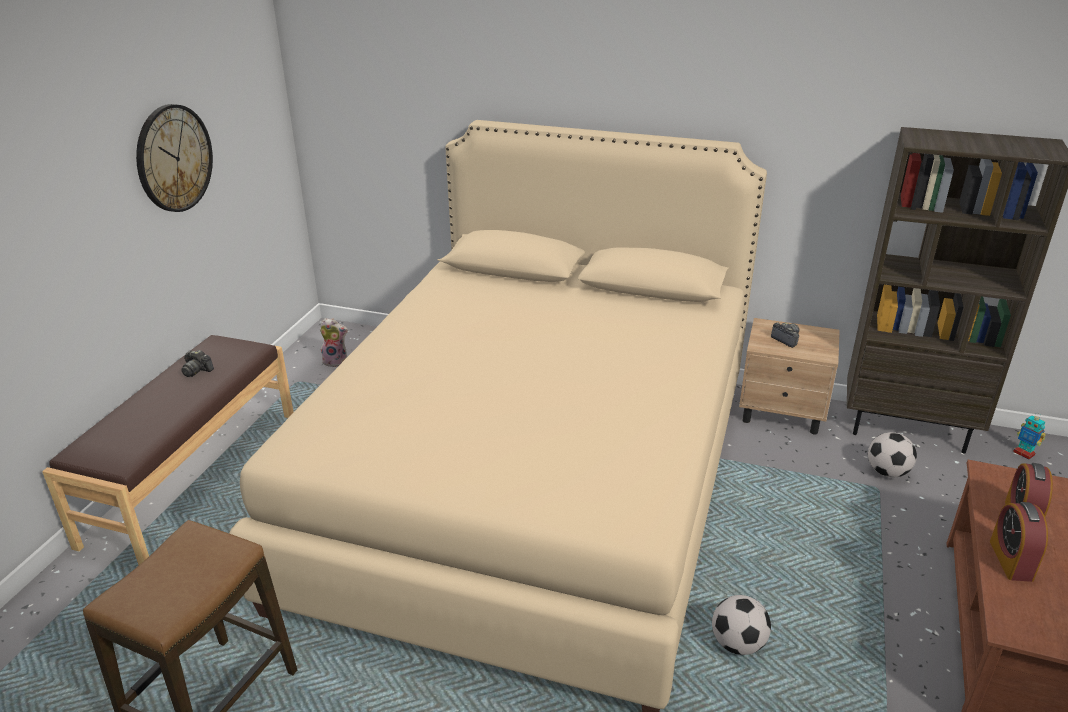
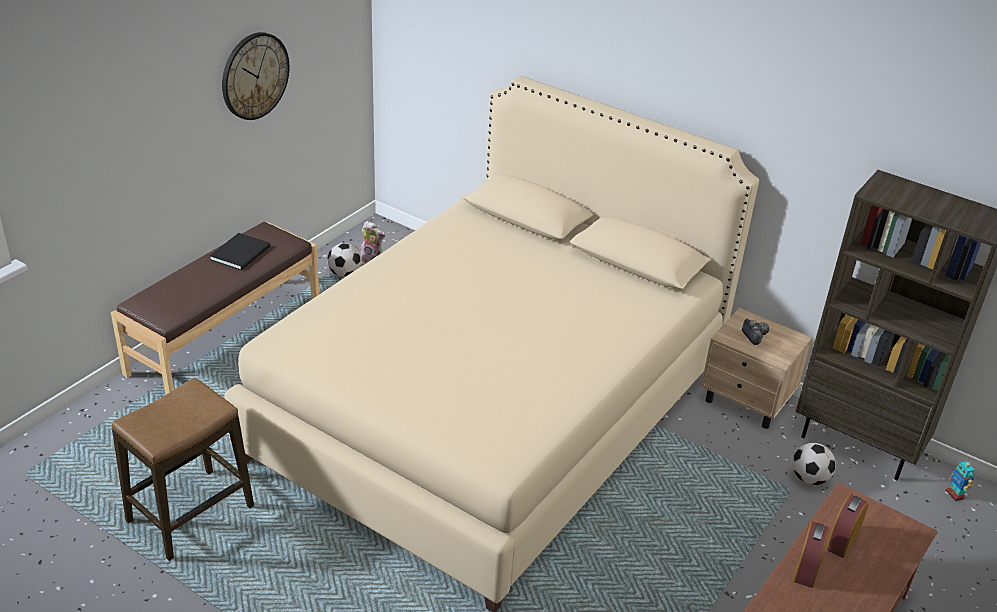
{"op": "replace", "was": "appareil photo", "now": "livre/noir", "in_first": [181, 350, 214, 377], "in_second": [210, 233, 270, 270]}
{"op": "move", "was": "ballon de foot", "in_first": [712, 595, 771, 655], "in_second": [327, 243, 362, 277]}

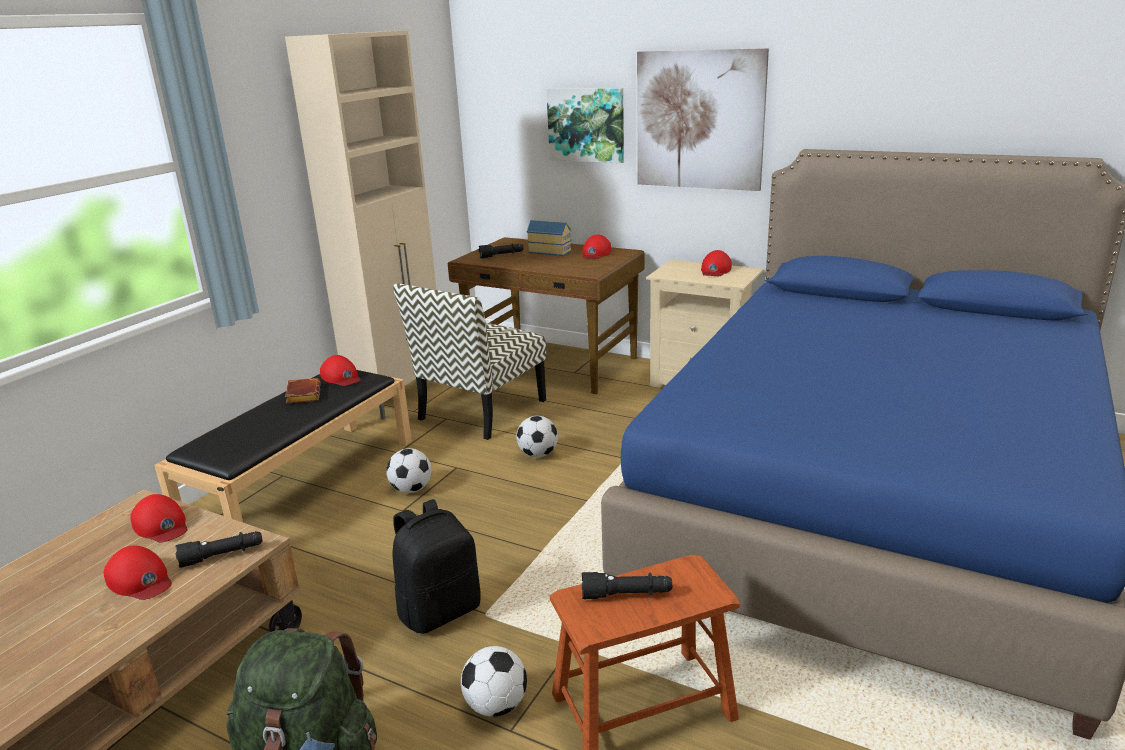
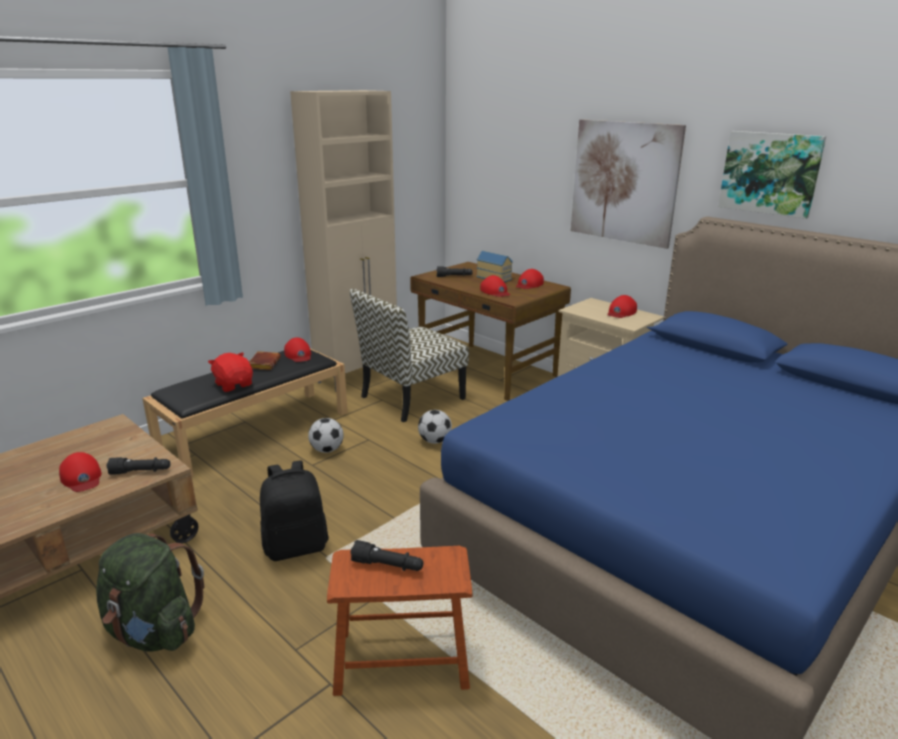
{"op": "insert", "now": "peluche/rouge", "in_second": [208, 352, 253, 392]}
{"op": "move", "was": "casquette/rouge", "in_first": [130, 494, 188, 542], "in_second": [480, 275, 510, 297]}
{"op": "move", "was": "tableau", "in_first": [546, 88, 624, 163], "in_second": [718, 131, 826, 219]}
{"op": "delete", "was": "ballon de foot", "in_first": [461, 646, 527, 717]}

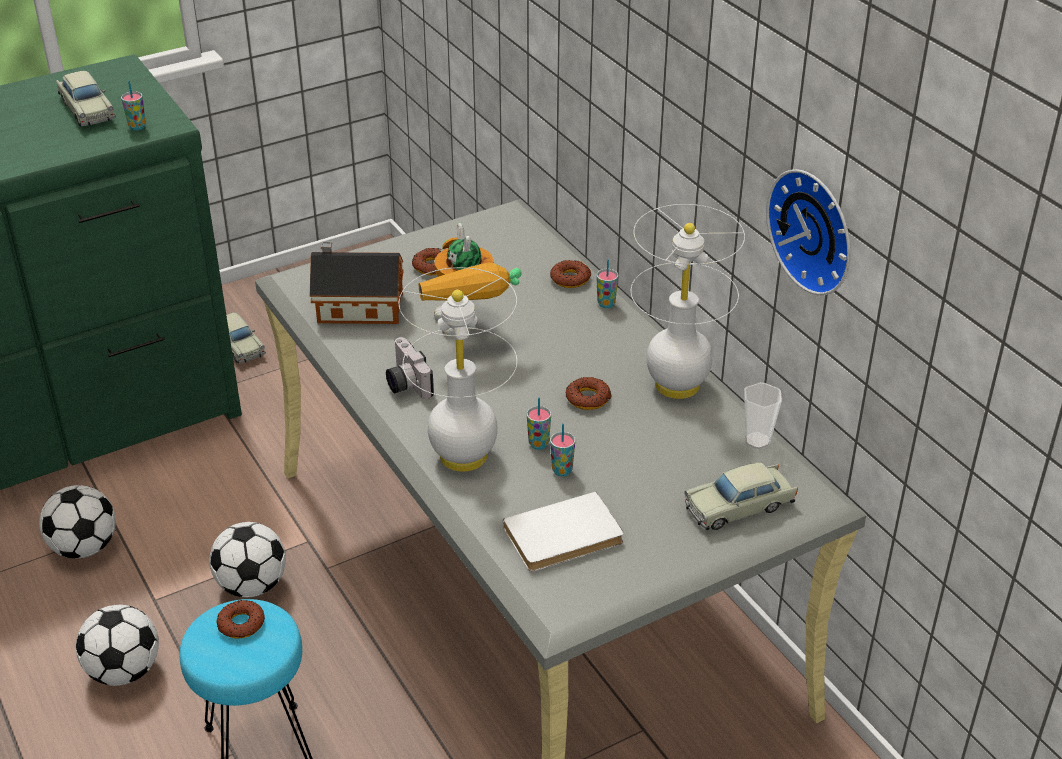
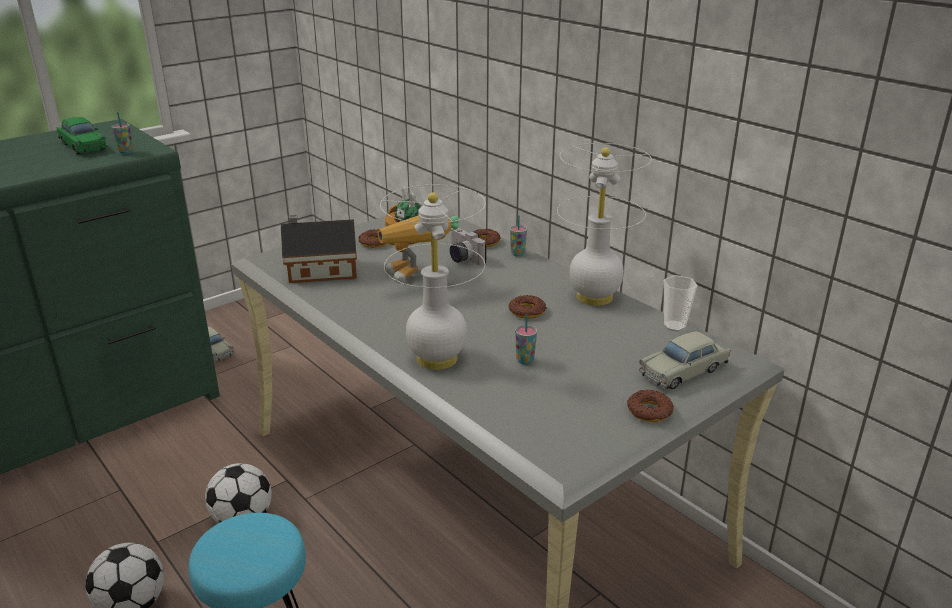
{"op": "recolor", "was": "petite voiture/beige", "now": "petite voiture/vert", "in_first": [56, 71, 116, 126], "in_second": [57, 117, 108, 155]}
{"op": "move", "was": "appareil photo", "in_first": [386, 337, 434, 399], "in_second": [450, 228, 486, 265]}
{"op": "move", "was": "beignet", "in_first": [216, 600, 265, 638], "in_second": [627, 390, 674, 422]}
{"op": "delete", "was": "ballon de foot", "in_first": [39, 485, 116, 559]}
{"op": "delete", "was": "livre/blanc", "in_first": [503, 492, 623, 571]}
{"op": "delete", "was": "tasse", "in_first": [527, 397, 551, 450]}
{"op": "delete", "was": "horloge murale", "in_first": [766, 169, 851, 295]}

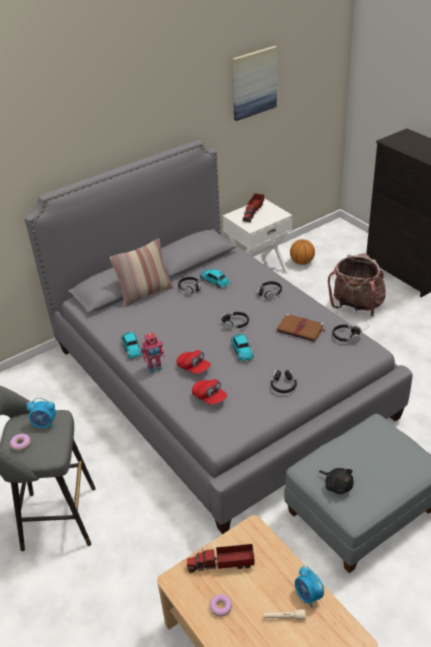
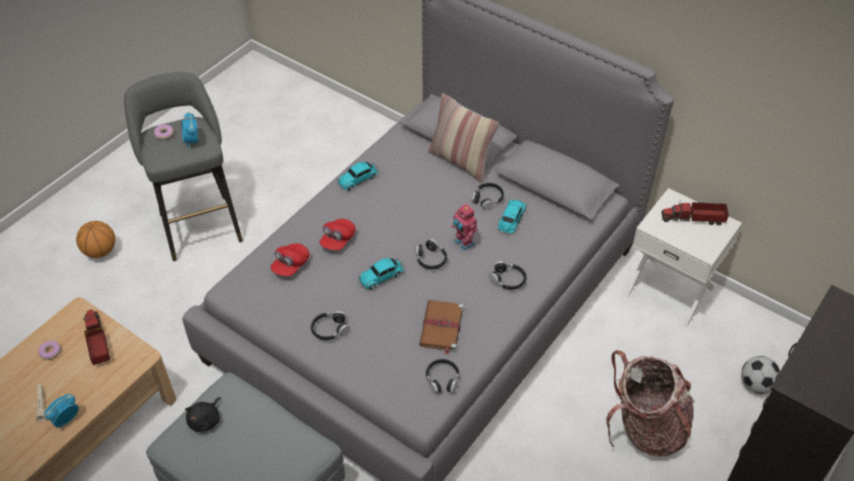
{"op": "move", "was": "ballon de basket", "in_first": [290, 239, 315, 265], "in_second": [76, 221, 115, 258]}
{"op": "move", "was": "robot jouet", "in_first": [141, 332, 165, 373], "in_second": [451, 204, 478, 251]}
{"op": "insert", "now": "ballon de foot", "in_second": [741, 356, 780, 394]}
{"op": "delete", "was": "tableau", "in_first": [232, 46, 277, 121]}

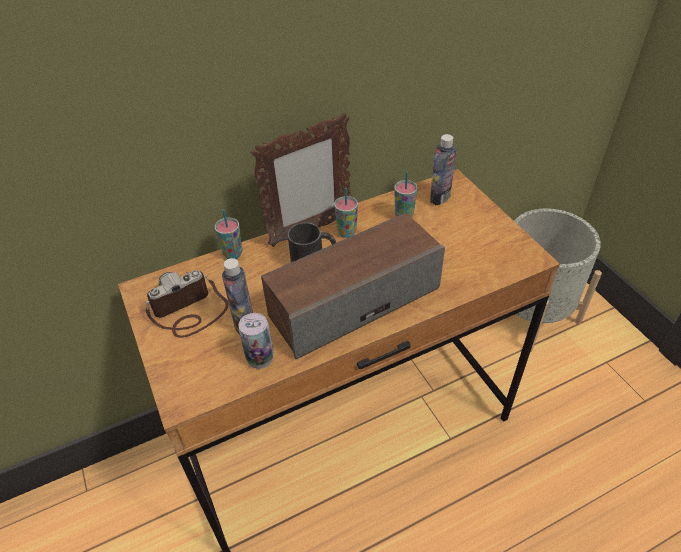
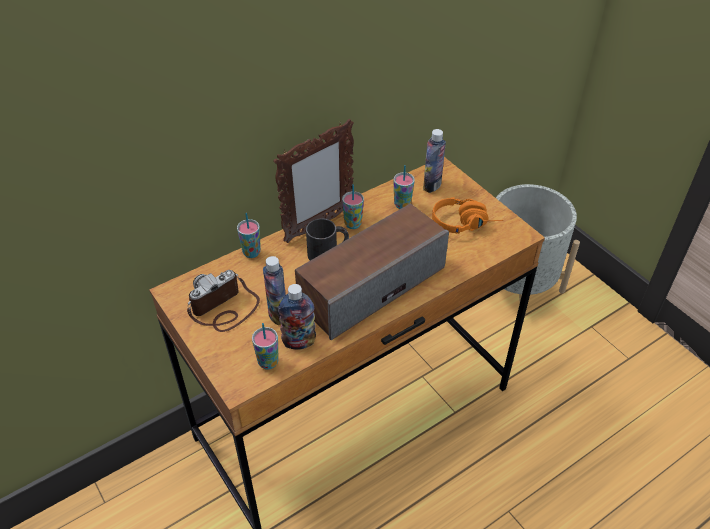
{"op": "insert", "now": "tasse", "in_second": [252, 323, 279, 370]}
{"op": "replace", "was": "boîte métallique", "now": "bouteille", "in_first": [239, 313, 274, 369], "in_second": [278, 284, 316, 350]}
{"op": "insert", "now": "casque audio/orange", "in_second": [432, 197, 503, 234]}

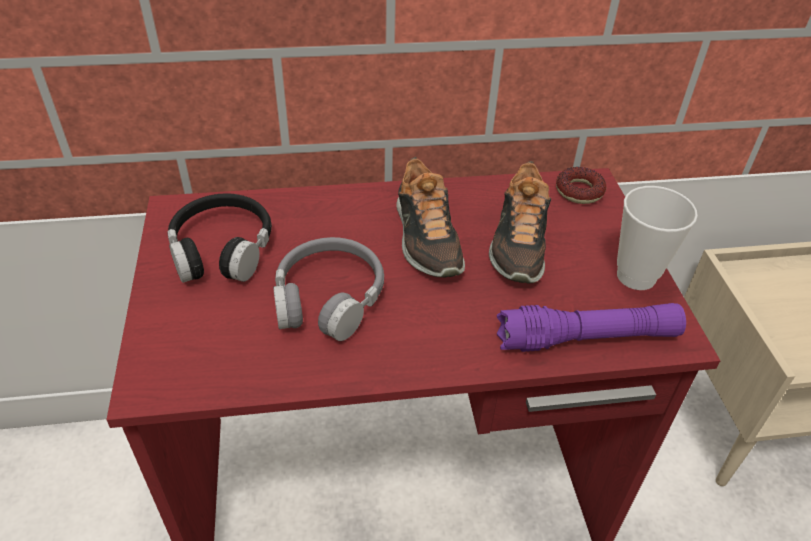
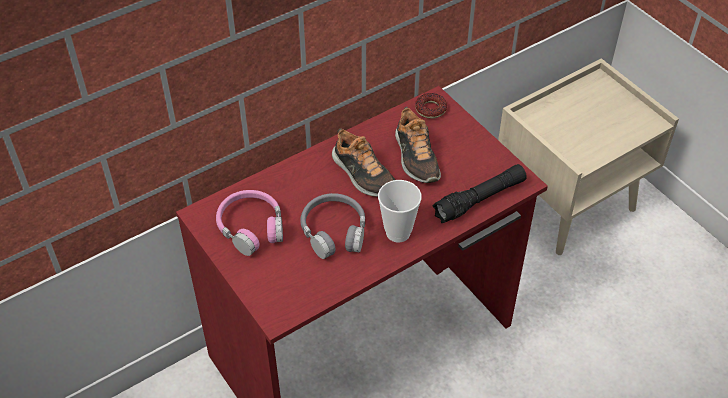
{"op": "recolor", "was": "casque audio/noir", "now": "casque audio/rose", "in_first": [167, 193, 272, 283], "in_second": [216, 190, 283, 256]}
{"op": "move", "was": "tasse", "in_first": [617, 186, 698, 290], "in_second": [378, 180, 422, 242]}
{"op": "recolor", "was": "lampe de poche/violet", "now": "lampe de poche/noir", "in_first": [497, 303, 686, 352], "in_second": [432, 164, 527, 223]}

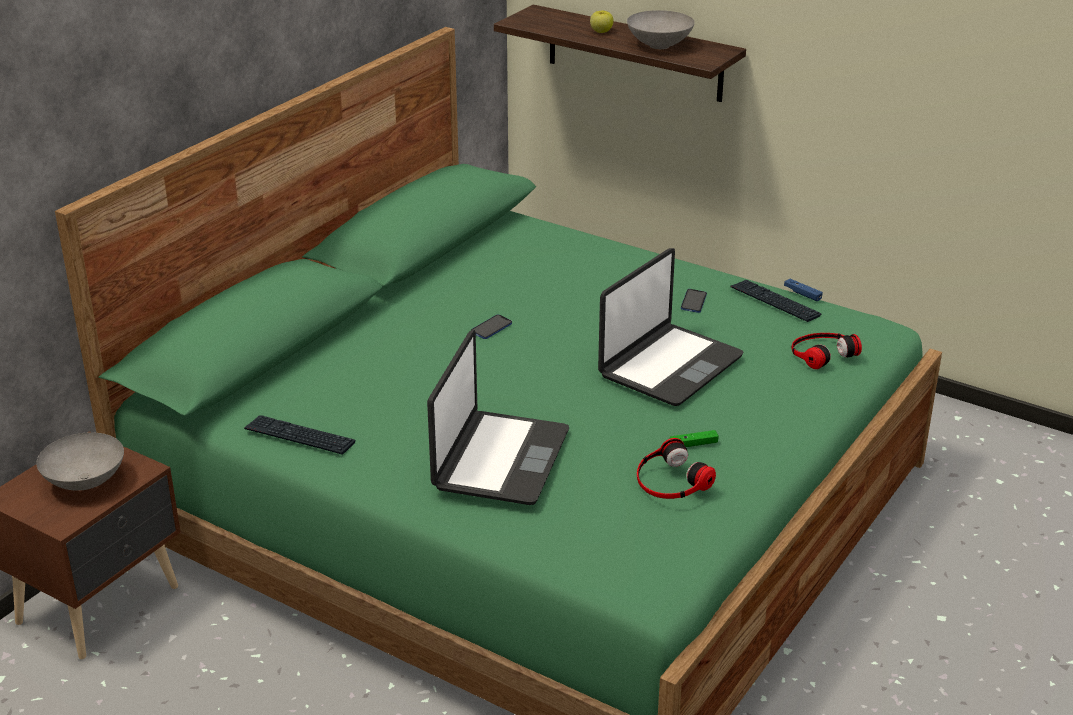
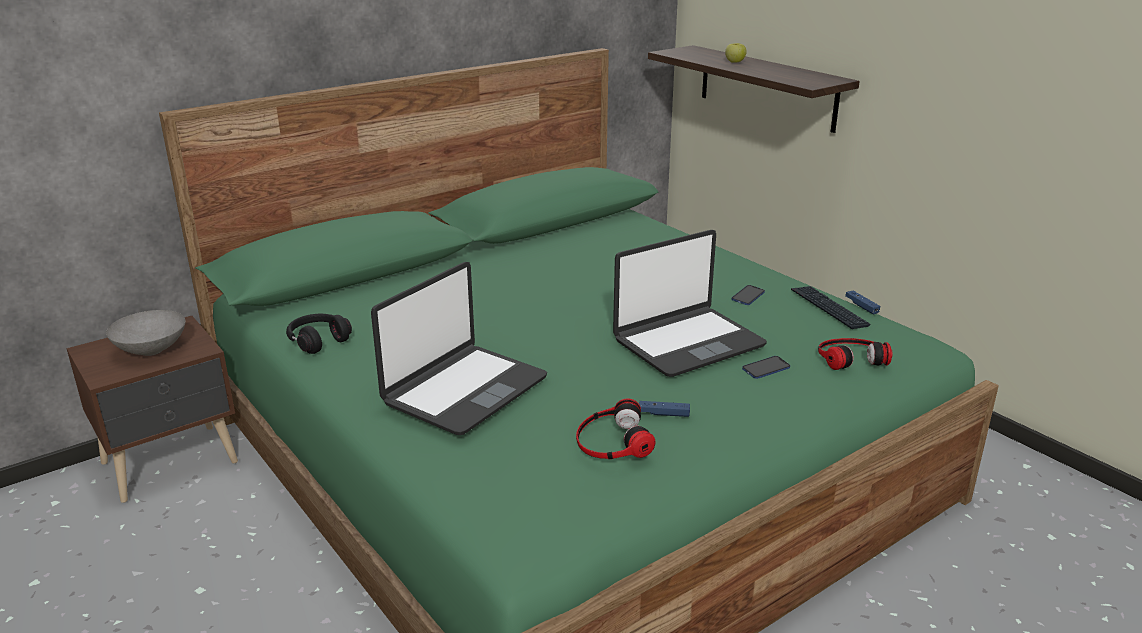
{"op": "replace", "was": "clavier", "now": "casque audio/noir", "in_first": [244, 415, 355, 455], "in_second": [286, 314, 352, 354]}
{"op": "recolor", "was": "manette/vert", "now": "manette/bleu", "in_first": [670, 430, 719, 447], "in_second": [639, 401, 690, 417]}
{"op": "move", "was": "téléphone", "in_first": [471, 315, 512, 339], "in_second": [742, 356, 790, 379]}
{"op": "delete", "was": "bol/gris", "in_first": [627, 10, 695, 49]}

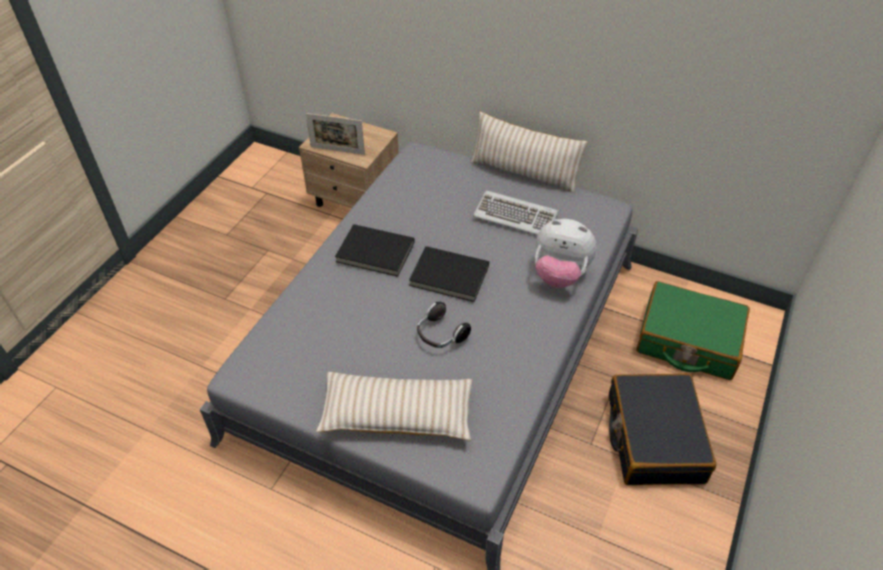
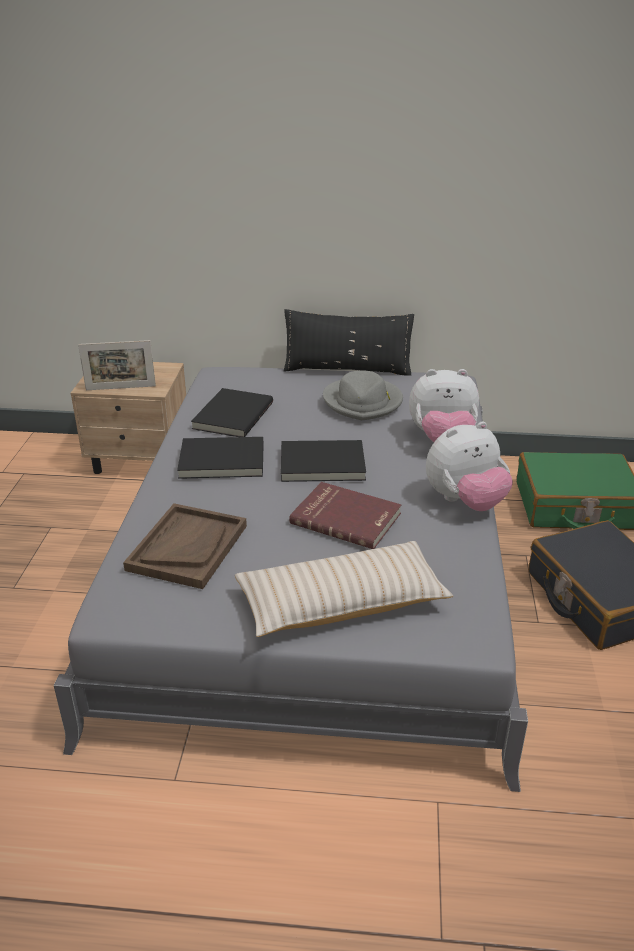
{"op": "insert", "now": "plateau/marron", "in_second": [123, 503, 247, 589]}
{"op": "insert", "now": "livre/noir", "in_second": [191, 388, 273, 437]}
{"op": "recolor", "was": "coussin/beige", "now": "coussin/noir", "in_first": [470, 112, 588, 193], "in_second": [284, 309, 414, 376]}
{"op": "replace", "was": "casque audio", "now": "livre/rouge", "in_first": [417, 302, 471, 348], "in_second": [289, 482, 401, 549]}
{"op": "replace", "was": "clavier", "now": "chapeau/gris", "in_first": [473, 191, 558, 235], "in_second": [323, 370, 403, 420]}
{"op": "insert", "now": "peluche", "in_second": [426, 422, 513, 511]}

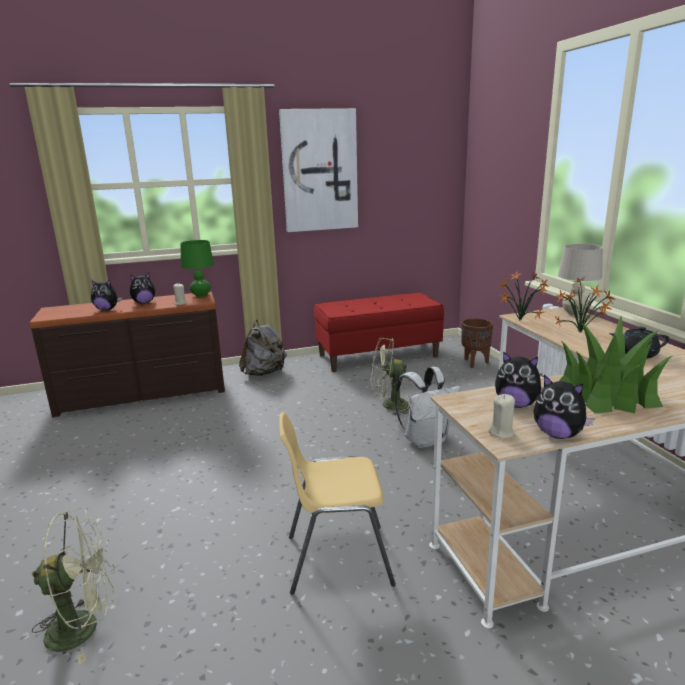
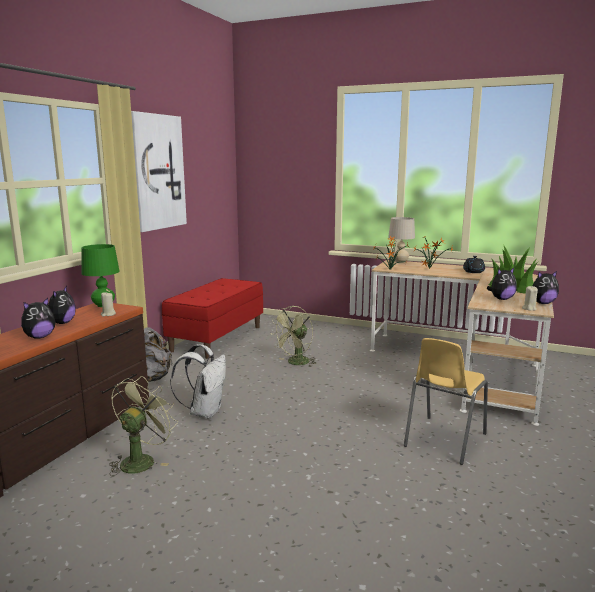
{"op": "move", "was": "ventilateur/vert", "in_first": [32, 507, 115, 664], "in_second": [109, 376, 178, 476]}
{"op": "move", "was": "sac à dos/blanc", "in_first": [395, 367, 461, 448], "in_second": [170, 344, 226, 418]}
{"op": "delete", "was": "cache-pot/marron", "in_first": [462, 318, 493, 368]}

